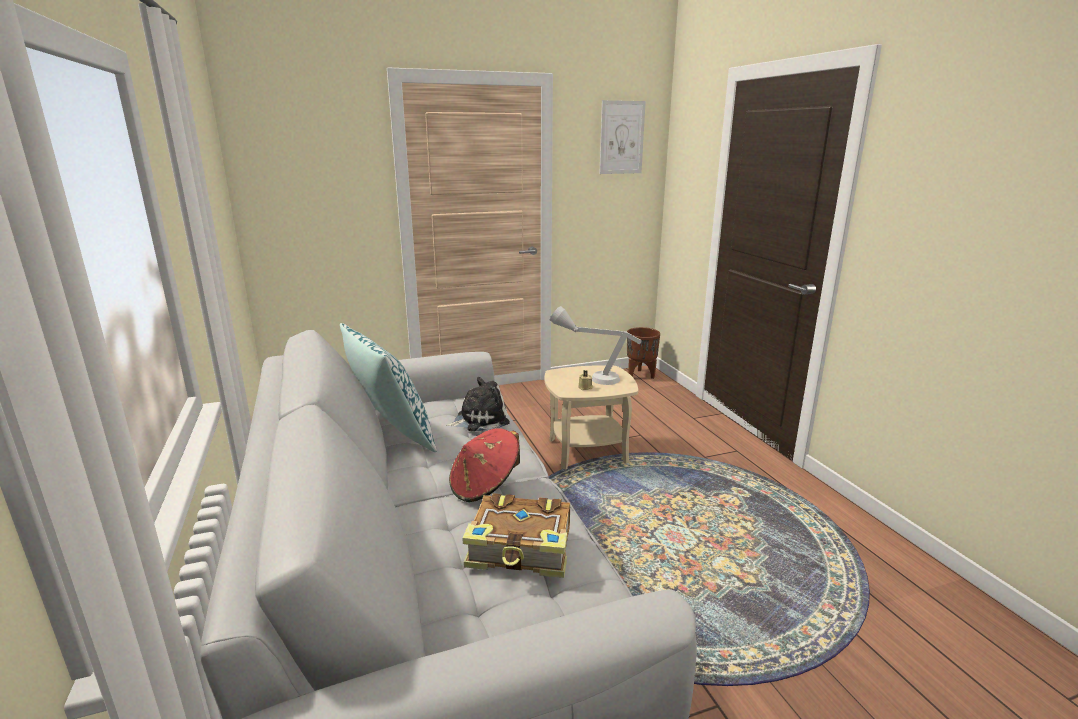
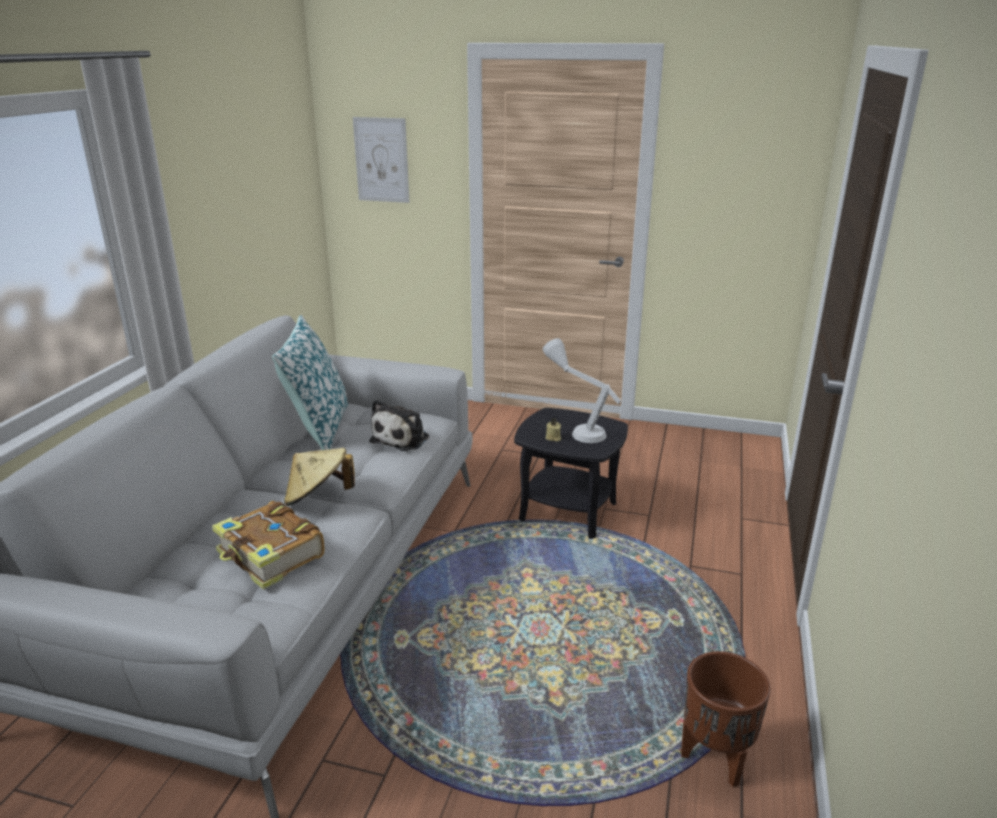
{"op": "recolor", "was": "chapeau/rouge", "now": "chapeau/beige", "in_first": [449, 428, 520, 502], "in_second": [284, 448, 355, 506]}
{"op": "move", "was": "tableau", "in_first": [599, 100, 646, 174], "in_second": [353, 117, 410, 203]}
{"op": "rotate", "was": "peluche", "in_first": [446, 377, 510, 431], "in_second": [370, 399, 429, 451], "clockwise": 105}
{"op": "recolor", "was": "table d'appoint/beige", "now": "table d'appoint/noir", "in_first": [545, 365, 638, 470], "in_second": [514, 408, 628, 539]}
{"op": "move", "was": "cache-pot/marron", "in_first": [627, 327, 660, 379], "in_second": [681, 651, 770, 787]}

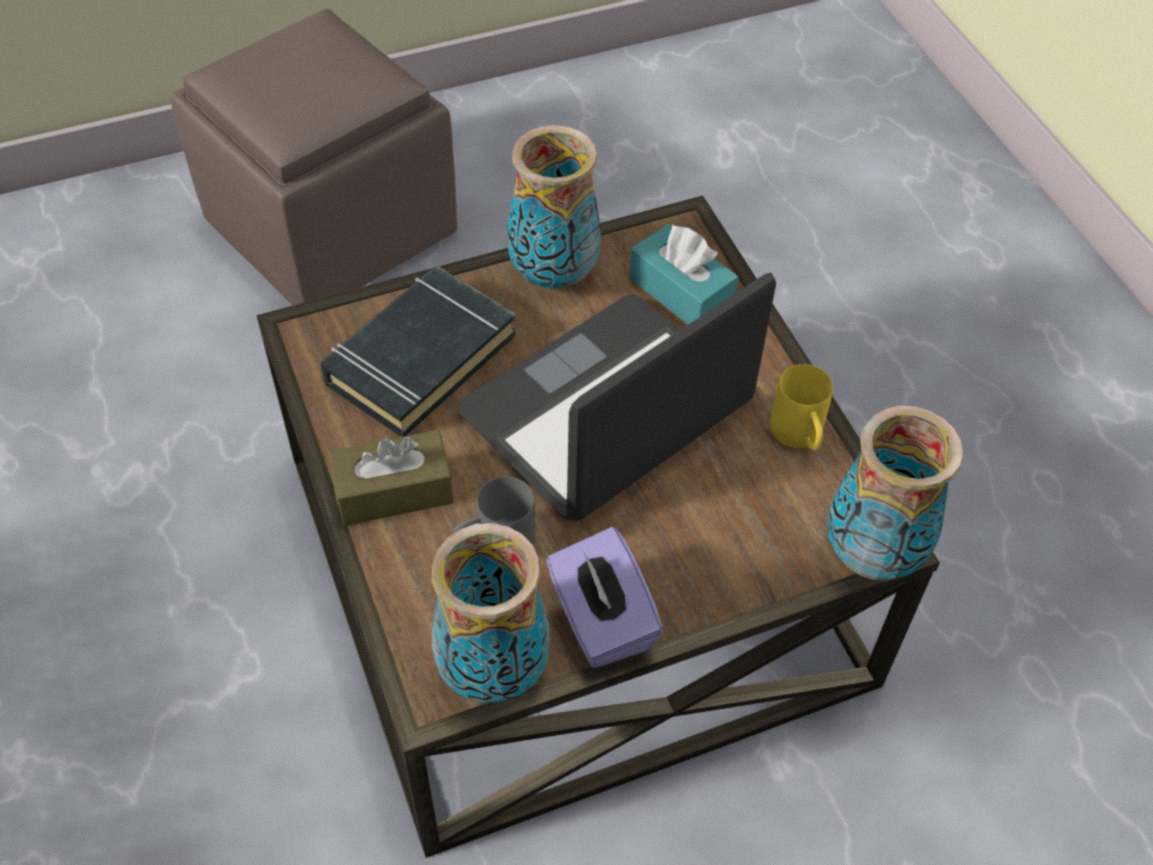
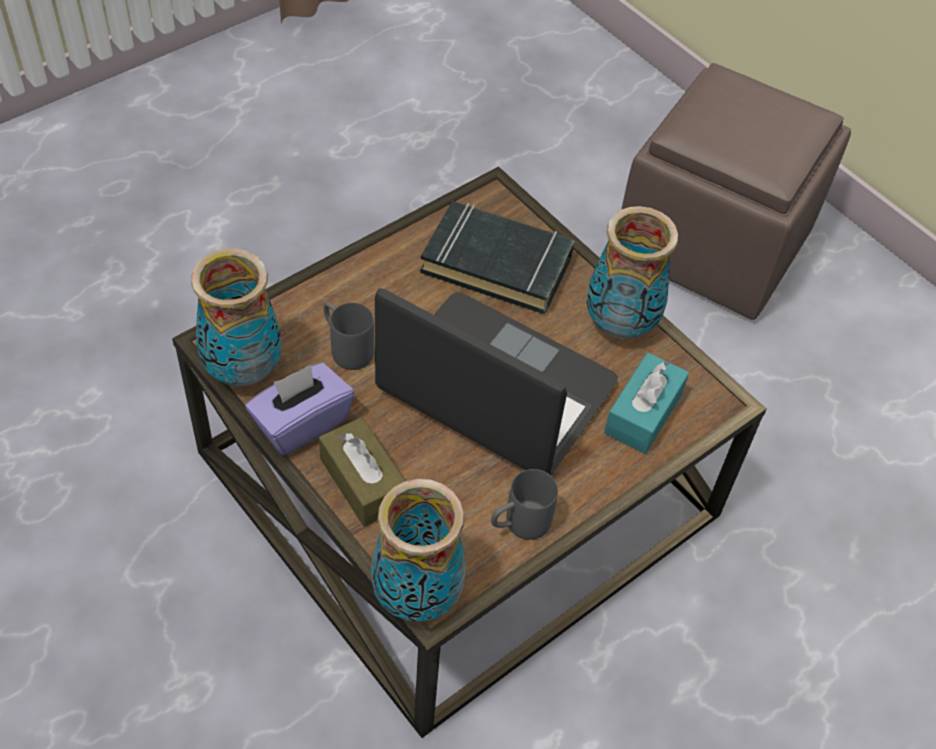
{"op": "move", "was": "boîte à mouchoirs/marron", "in_first": [329, 430, 454, 526], "in_second": [319, 417, 405, 527]}
{"op": "recolor", "was": "mug/jaune", "now": "mug/gris", "in_first": [770, 364, 833, 450], "in_second": [491, 469, 558, 540]}

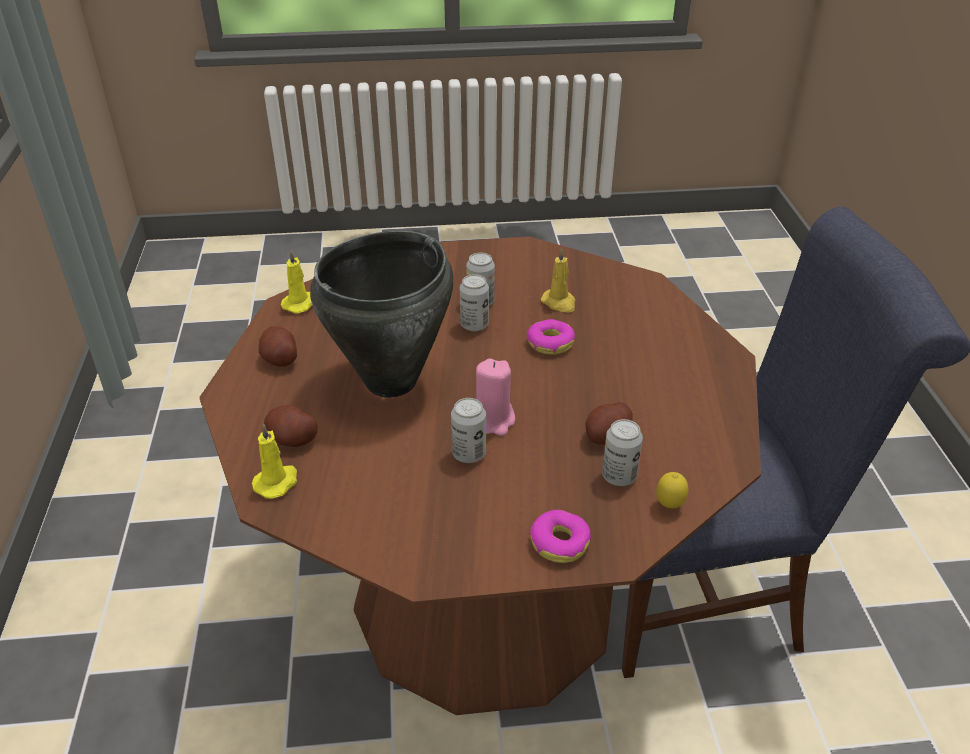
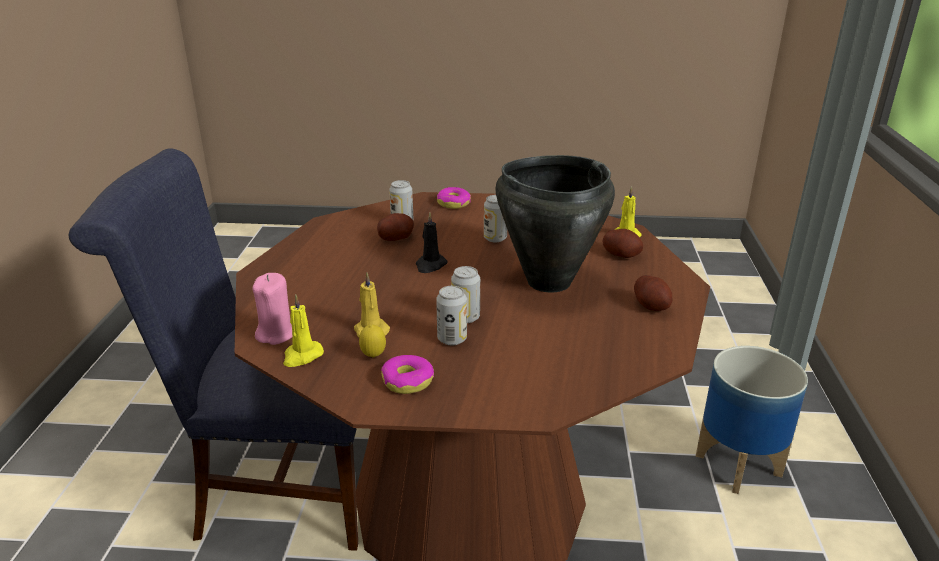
{"op": "move", "was": "bougie/rose", "in_first": [476, 359, 515, 436], "in_second": [252, 273, 292, 345]}
{"op": "move", "was": "bougie/jaune", "in_first": [281, 250, 313, 313], "in_second": [283, 294, 324, 367]}
{"op": "move", "was": "citron", "in_first": [656, 472, 688, 509], "in_second": [359, 324, 386, 358]}
{"op": "move", "was": "beignet", "in_first": [527, 319, 575, 355], "in_second": [381, 355, 434, 394]}
{"op": "insert", "now": "bougie/noir", "in_second": [416, 212, 448, 273]}
{"op": "insert", "now": "cache-pot", "in_second": [696, 346, 808, 494]}

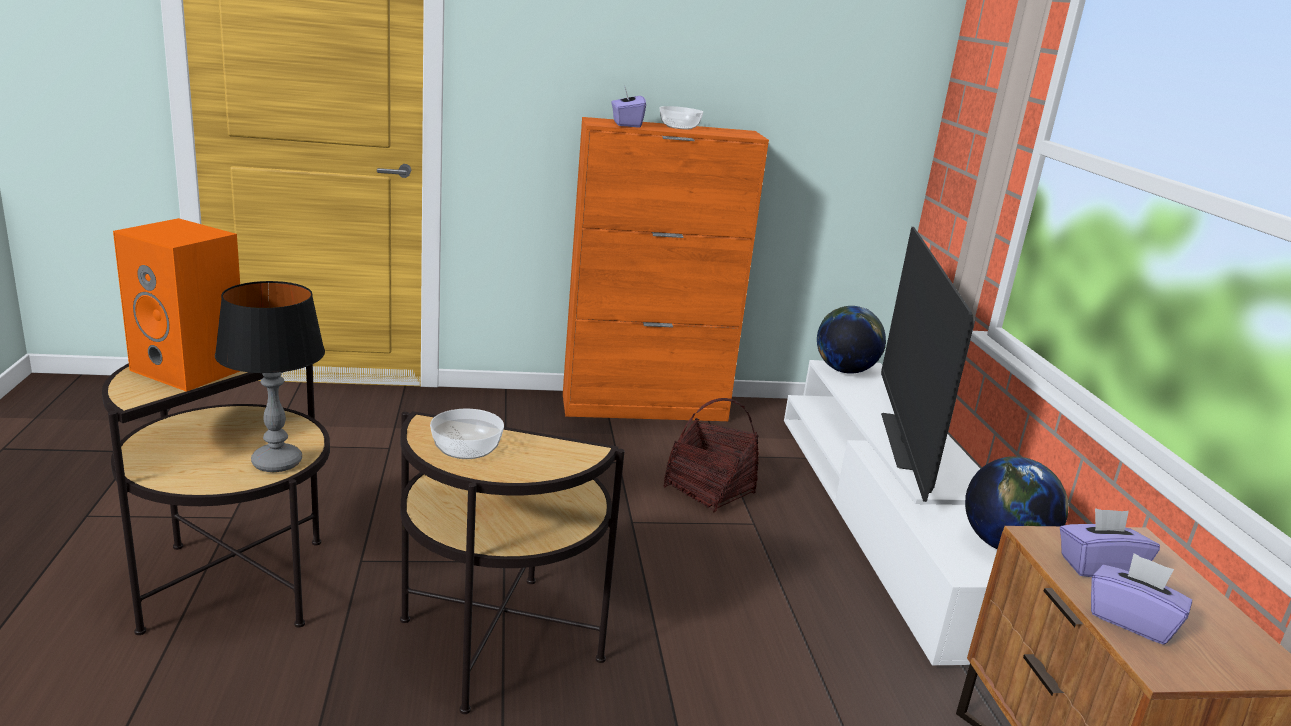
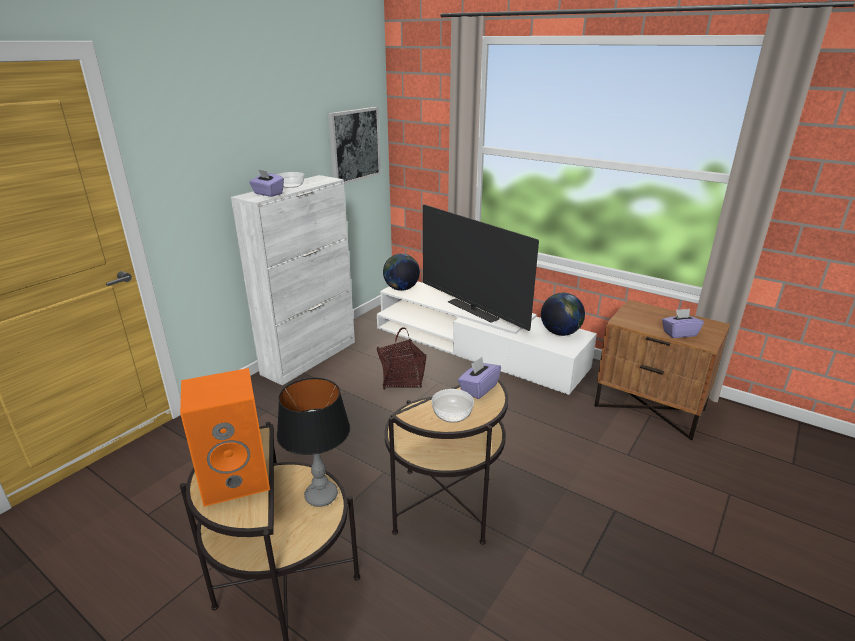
{"op": "recolor", "was": "meuble de rangement/orange", "now": "meuble de rangement/blanc", "in_first": [563, 117, 769, 421], "in_second": [231, 175, 355, 385]}
{"op": "insert", "now": "tableau", "in_second": [328, 107, 381, 184]}
{"op": "move", "was": "boîte à mouchoirs/violet", "in_first": [1060, 508, 1160, 577], "in_second": [458, 357, 501, 399]}

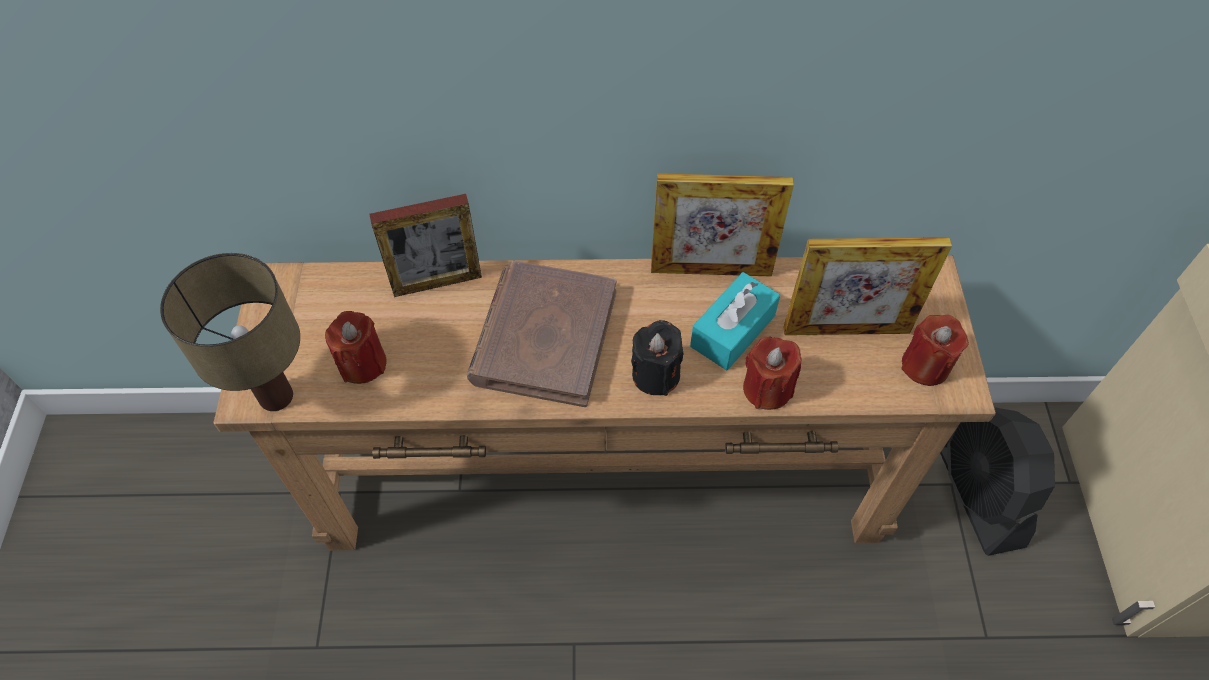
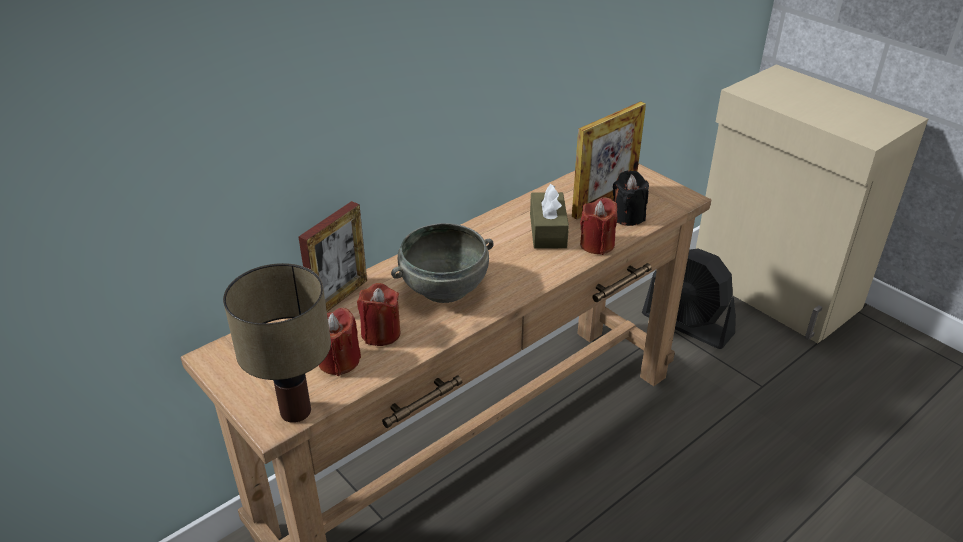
{"op": "move", "was": "bougie/rouge", "in_first": [901, 315, 969, 386], "in_second": [357, 283, 401, 346]}
{"op": "replace", "was": "livre/marron", "now": "bol/gris", "in_first": [467, 261, 616, 407], "in_second": [391, 223, 494, 303]}
{"op": "recolor", "was": "boîte à mouchoirs/turquoise", "now": "boîte à mouchoirs/marron", "in_first": [690, 272, 780, 370], "in_second": [530, 184, 569, 249]}
{"op": "move", "was": "bougie/noir", "in_first": [631, 320, 684, 396], "in_second": [613, 170, 649, 226]}
{"op": "delete", "was": "cadre photo", "in_first": [651, 173, 794, 277]}

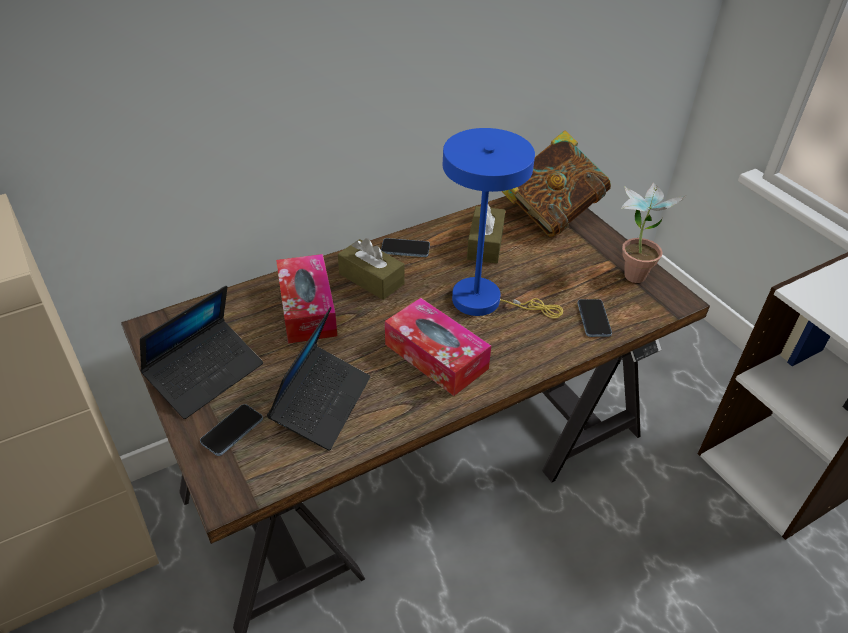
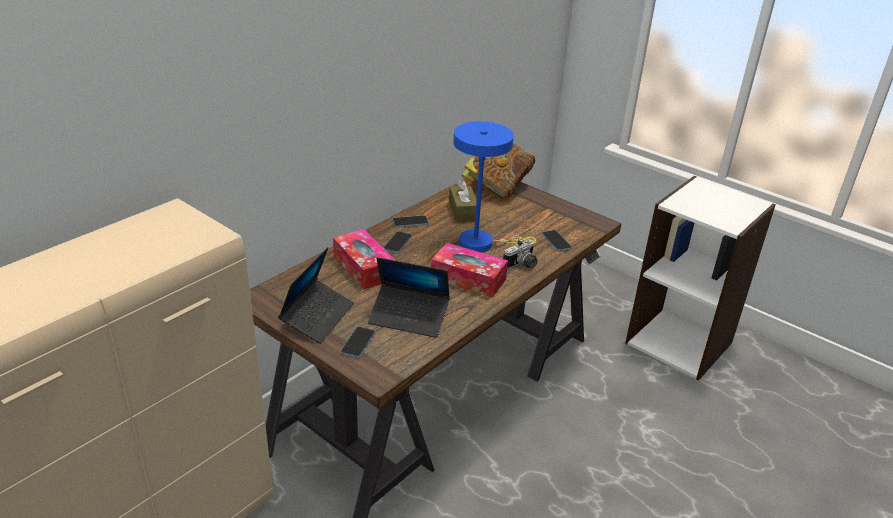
{"op": "rotate", "was": "ordinateur portable", "in_first": [267, 307, 371, 451], "in_second": [368, 257, 450, 338], "clockwise": 105}
{"op": "replace", "was": "boîte à mouchoirs/marron", "now": "téléphone", "in_first": [338, 238, 405, 300], "in_second": [383, 231, 412, 253]}
{"op": "insert", "now": "appareil photo", "in_second": [503, 239, 538, 269]}
{"op": "delete", "was": "plante en pot", "in_first": [621, 182, 687, 283]}

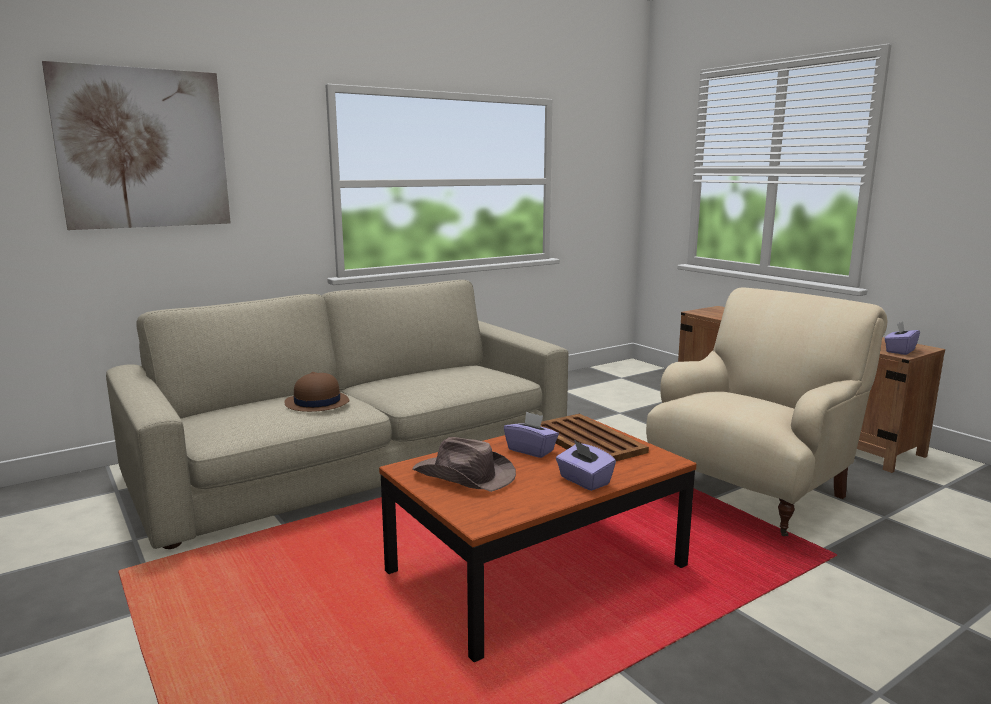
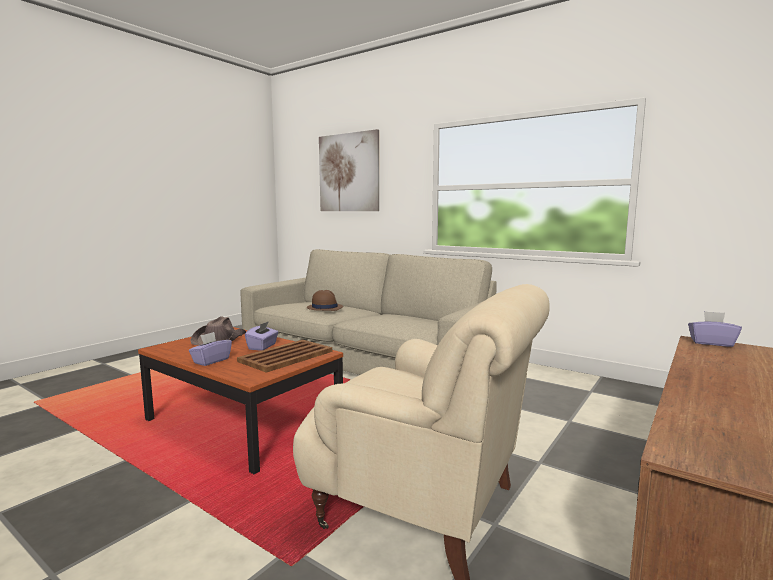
{"op": "move", "was": "boîte à mouchoirs/violet", "in_first": [885, 321, 920, 355], "in_second": [688, 311, 742, 347]}

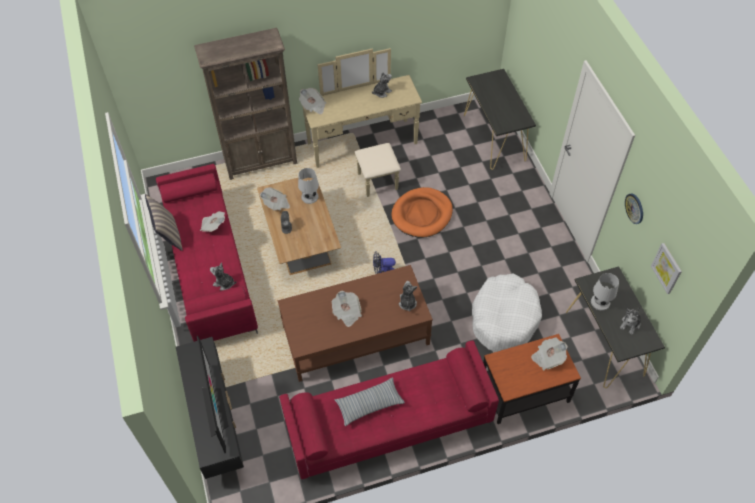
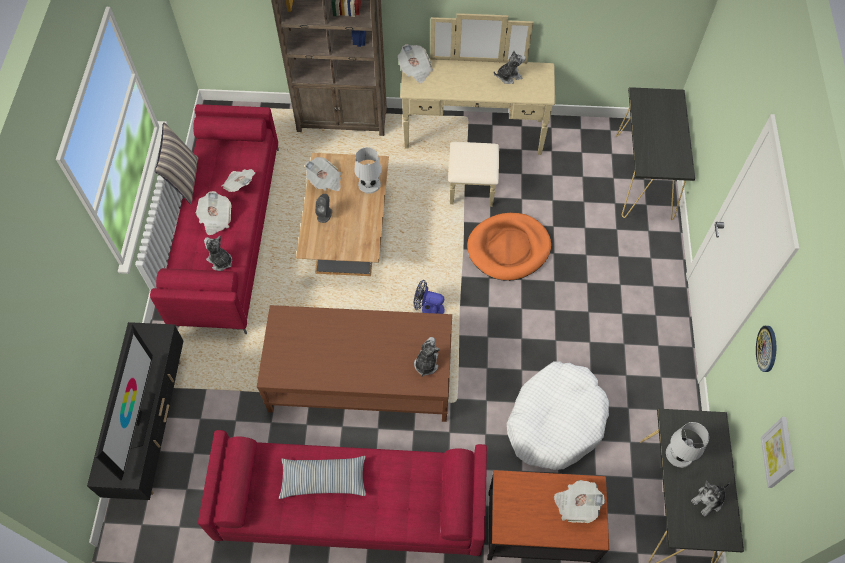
{"op": "move", "was": "journal", "in_first": [332, 291, 362, 327], "in_second": [196, 191, 232, 235]}

